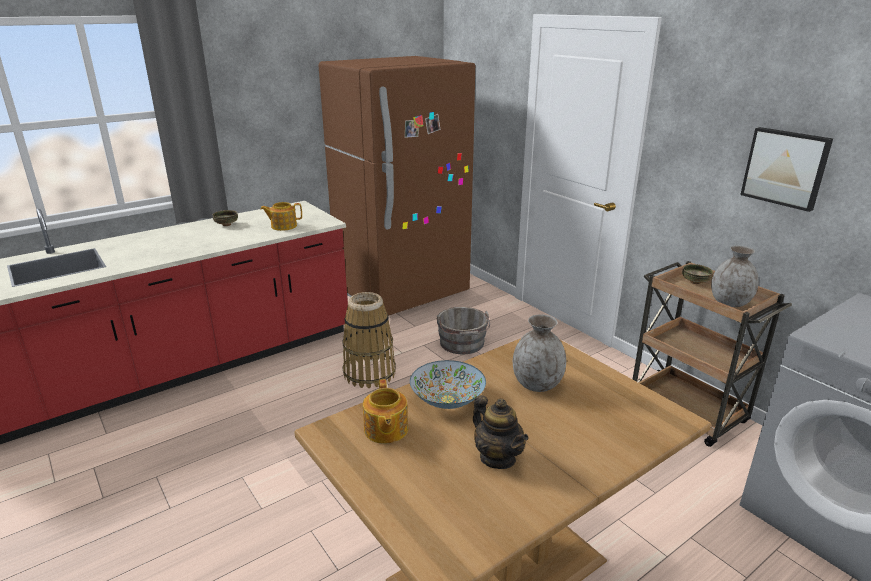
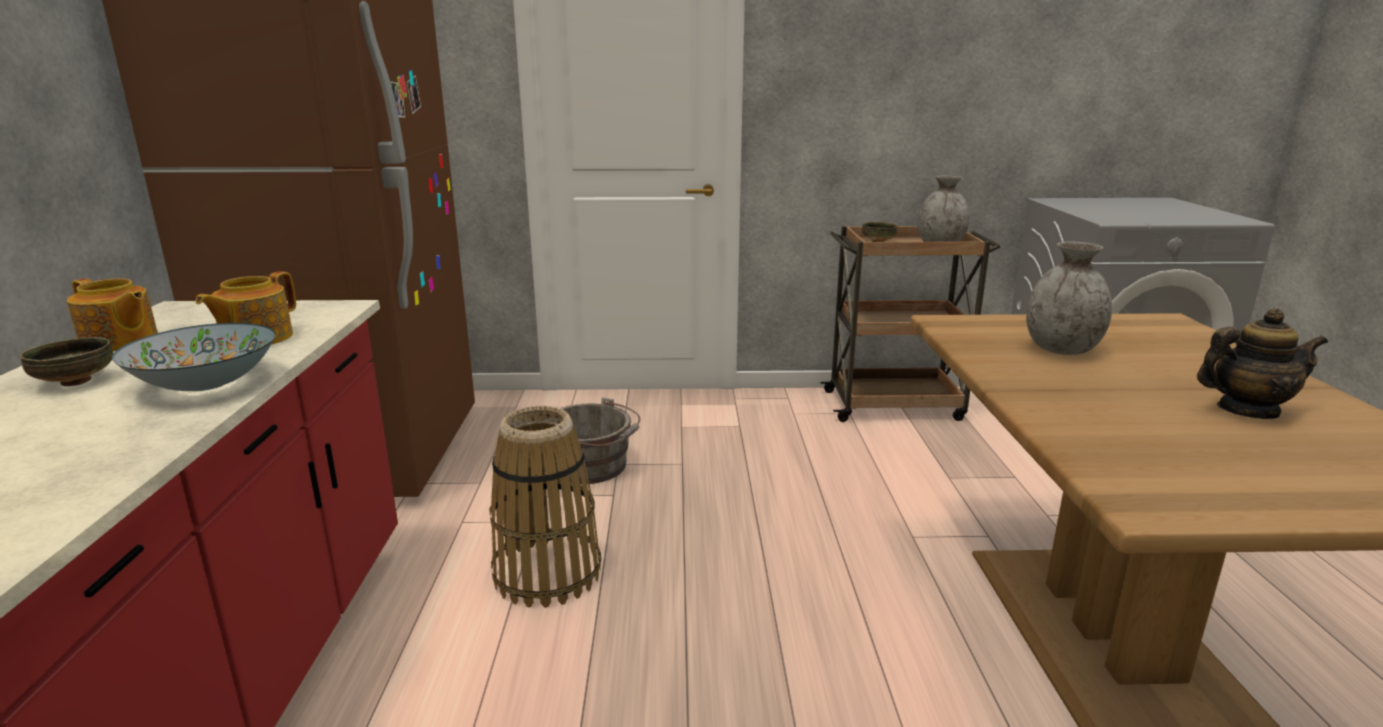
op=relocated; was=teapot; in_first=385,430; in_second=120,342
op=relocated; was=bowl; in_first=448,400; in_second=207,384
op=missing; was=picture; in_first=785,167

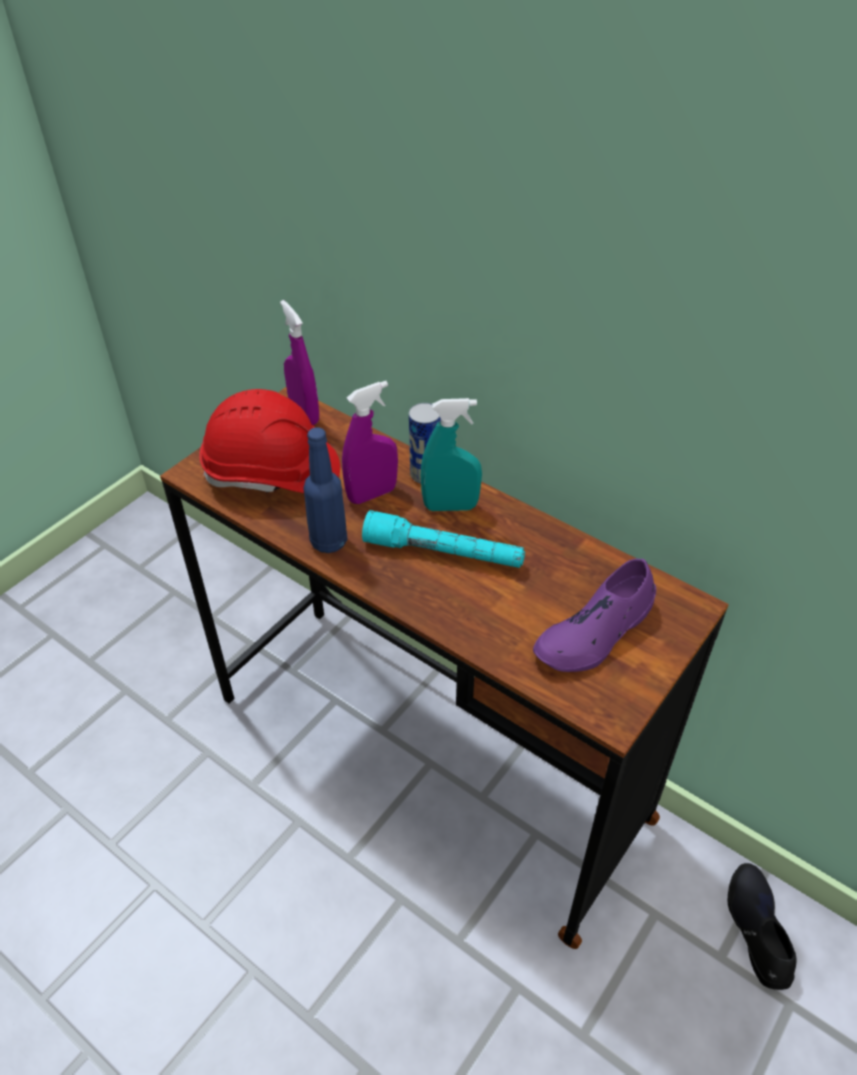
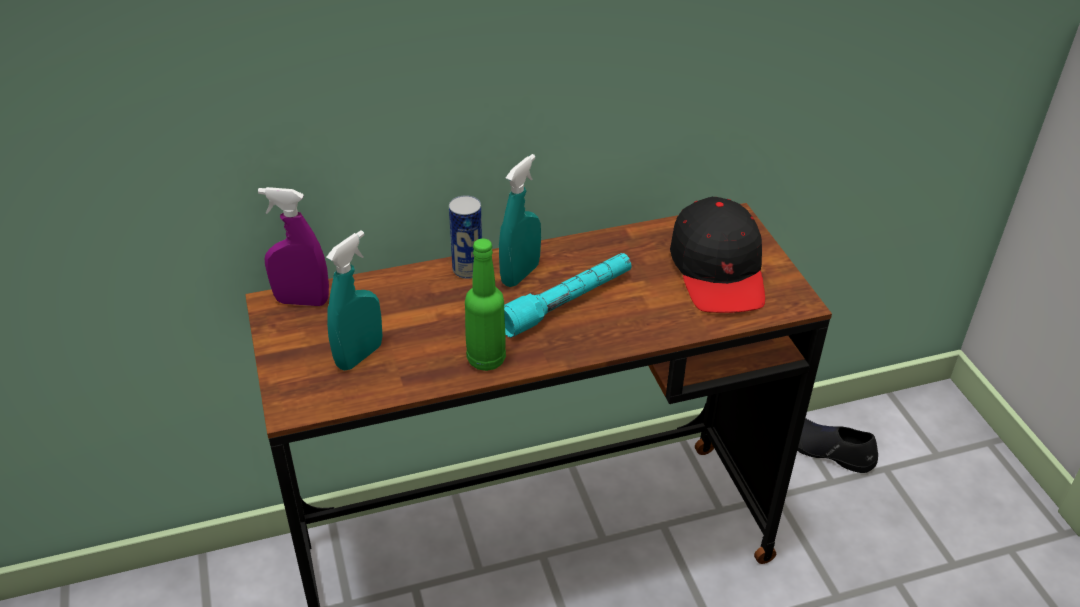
op=exchanged; was=hard hat (red); now=spray bottle (turquoise); in_first=272,474; in_second=359,356
op=colour; was=bottle (blue); now=bottle (green); in_first=328,541; in_second=486,359
op=exchanged; was=shoe (purple); now=cap (black); in_first=595,632; in_second=718,270
op=missing; was=spray bottle (purple); in_first=372,494

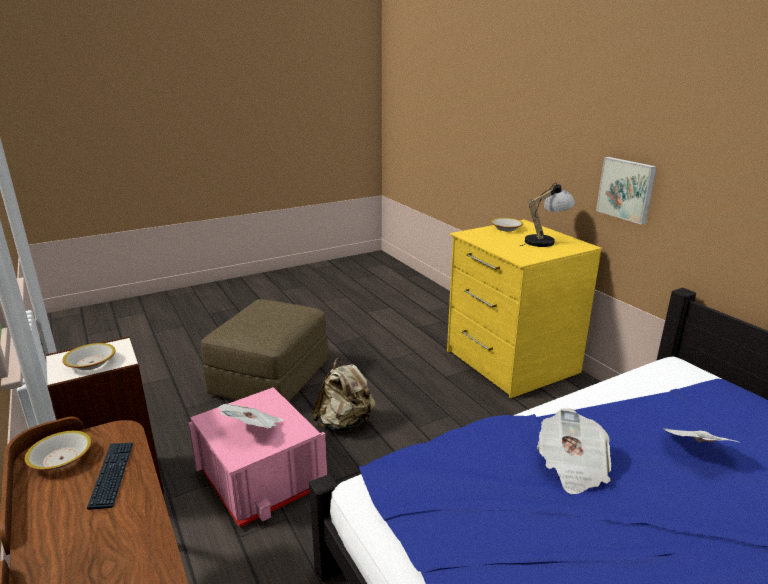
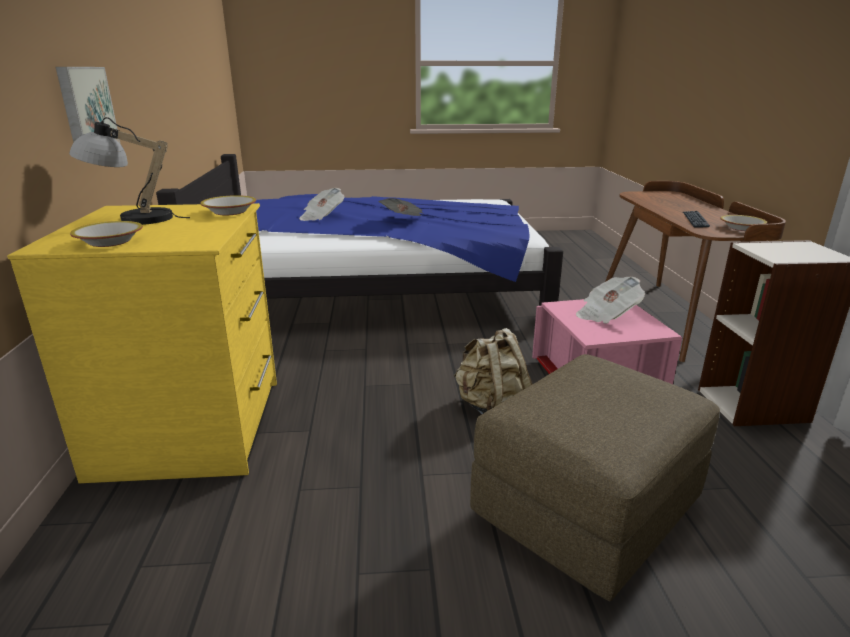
op=relocated; was=bowl; in_first=91,363; in_second=229,212

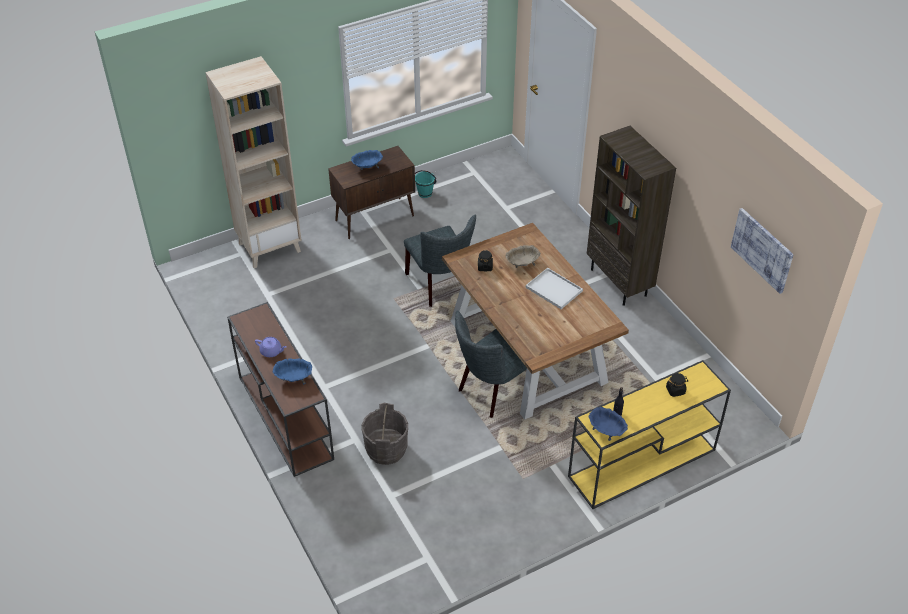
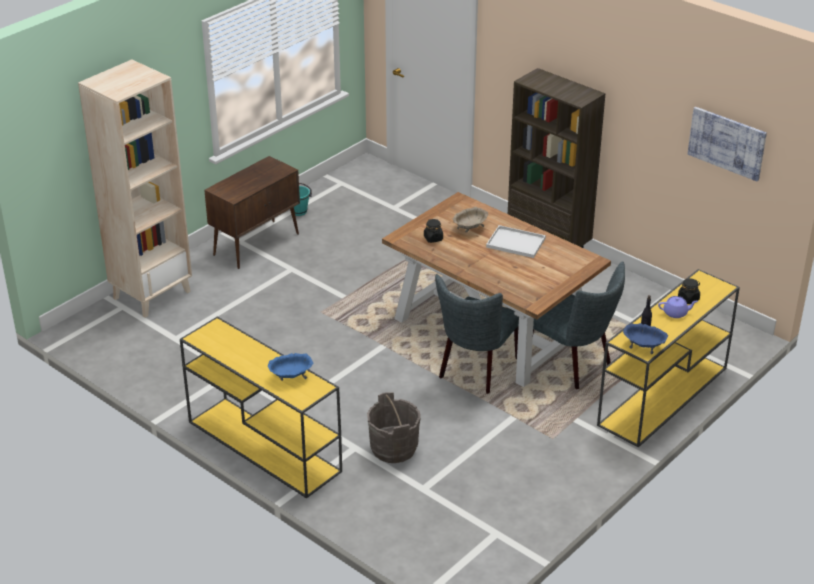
op=colour; was=console table (brown); now=console table (yellow); in_first=284,416; in_second=262,446
op=relocated; was=chair (grey); in_first=441,285; in_second=573,365
op=relocated; was=teapot (purple); in_first=271,351; in_second=676,313
op=missing; was=bowl (blue); in_first=367,167

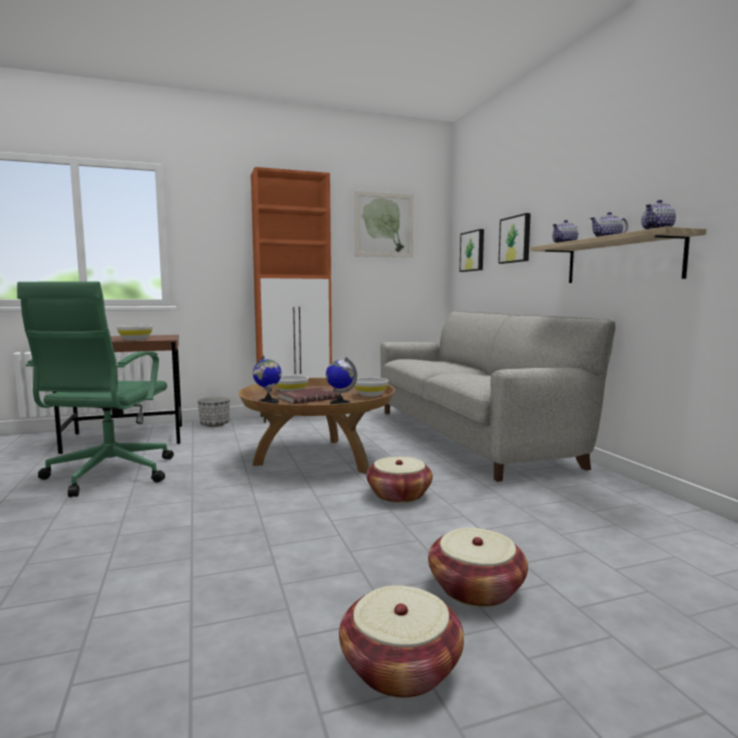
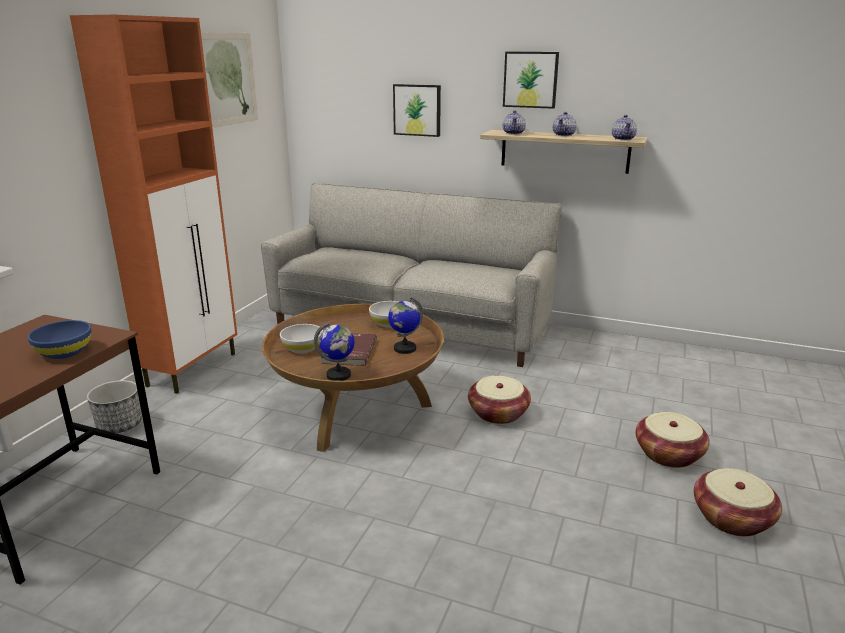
op=colour; was=bowl (white); now=bowl (blue); in_first=135,339; in_second=64,352
op=relocated; was=picture; in_first=473,251; in_second=530,79
op=missing; was=office chair (green); in_first=108,475

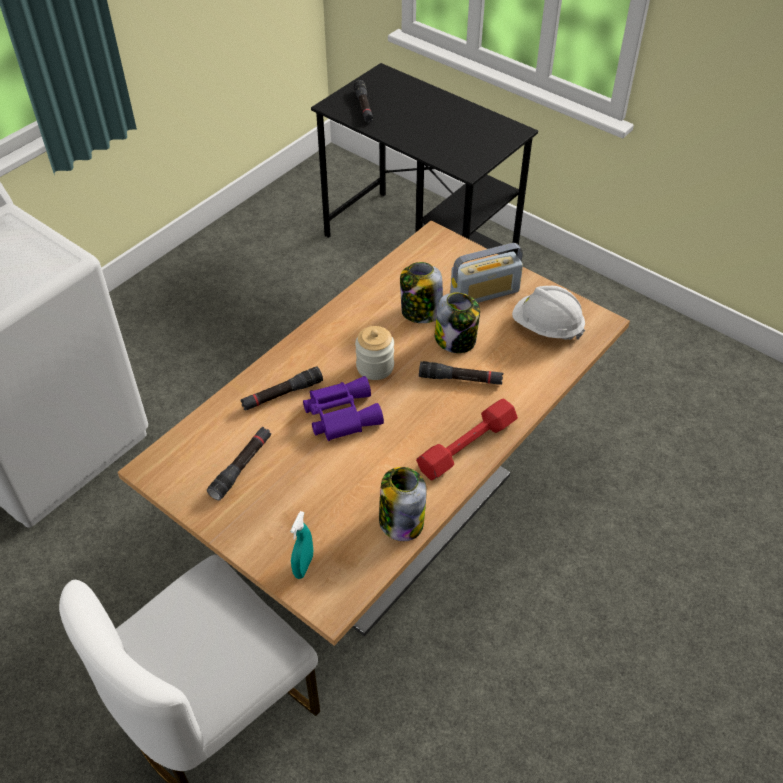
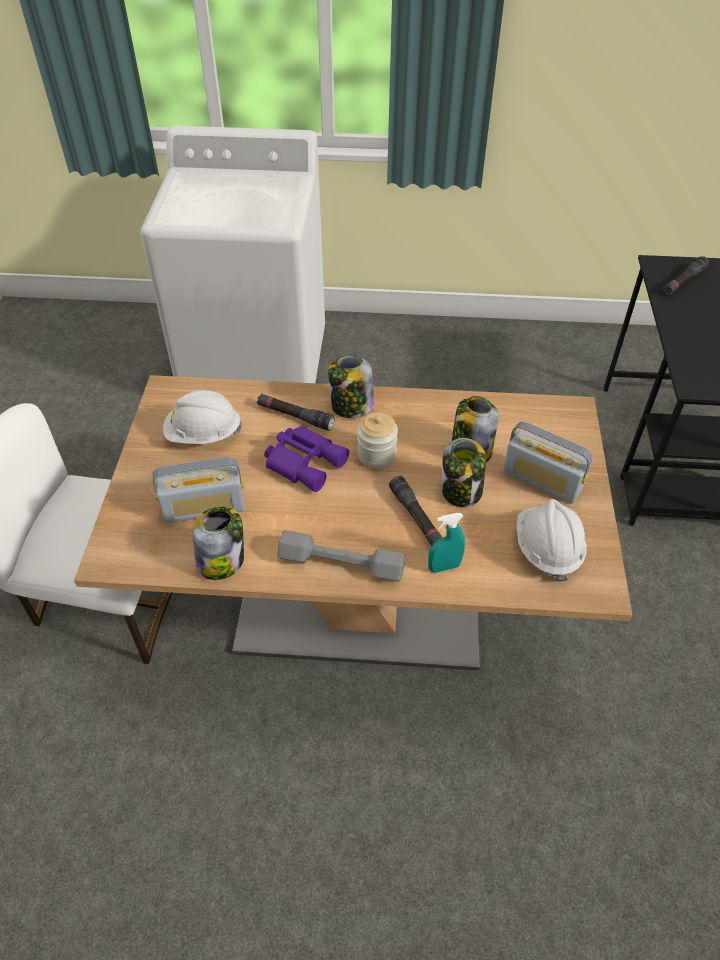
op=appeared; now=radio; in_second=204,508
op=exchanged; was=flashlight (black); now=hard hat (white); in_first=241,467; in_second=203,434
op=colour; was=dumbbell (red); now=dumbbell (grey); in_first=466,445; in_second=341,563
op=appeared; now=jar; in_second=351,407
op=relocated; was=spray bottle (turquoise); in_first=303,566; in_second=444,567

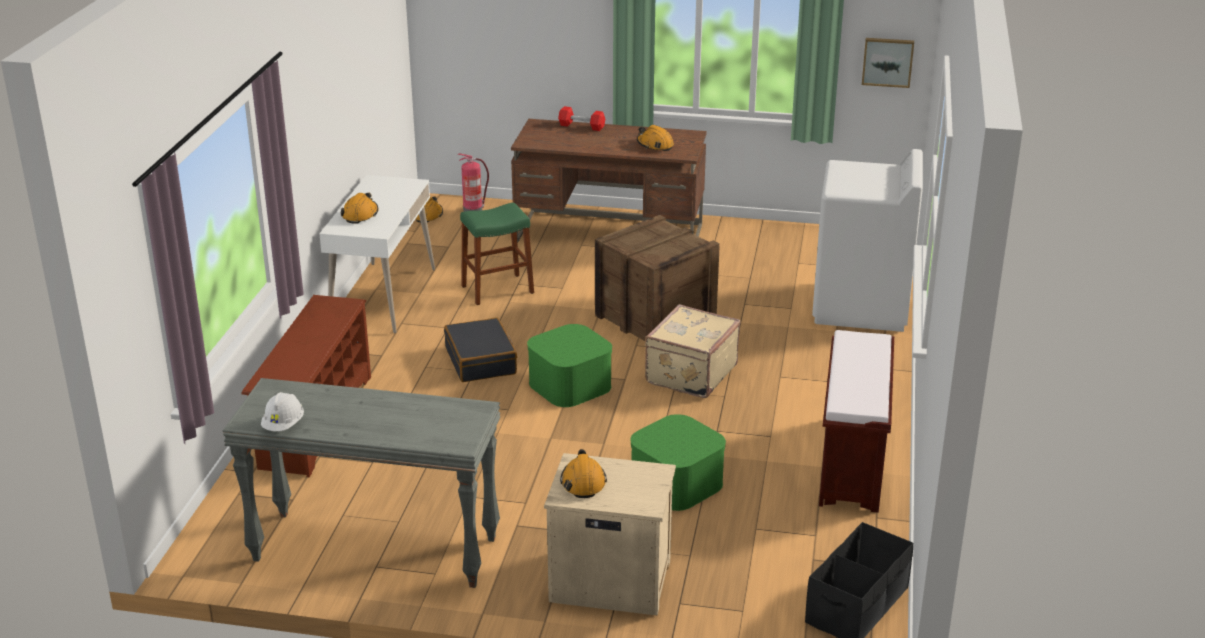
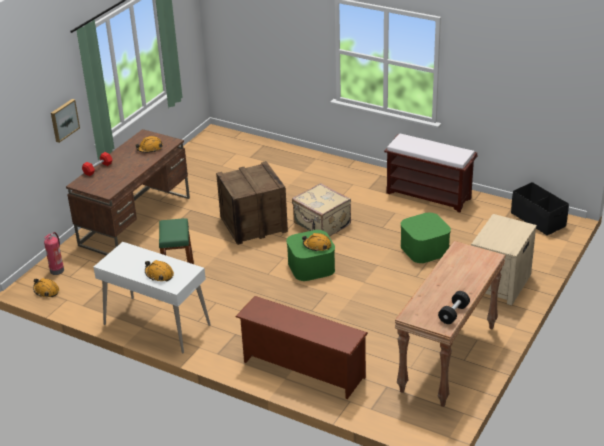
op=relocated; was=picture; in_first=887,61; in_second=64,120
op=relocated; was=hard hat (orange); in_first=583,482; in_second=317,246
op=colour; was=console table (grey); now=console table (brown); in_first=374,550; in_second=449,359
op=exchanged; was=hard hat (white); now=dumbbell (black); in_first=284,425; in_second=453,314
op=missing; was=suitcase (black); in_first=481,361
op=missing; was=washing machine (white); in_first=861,307

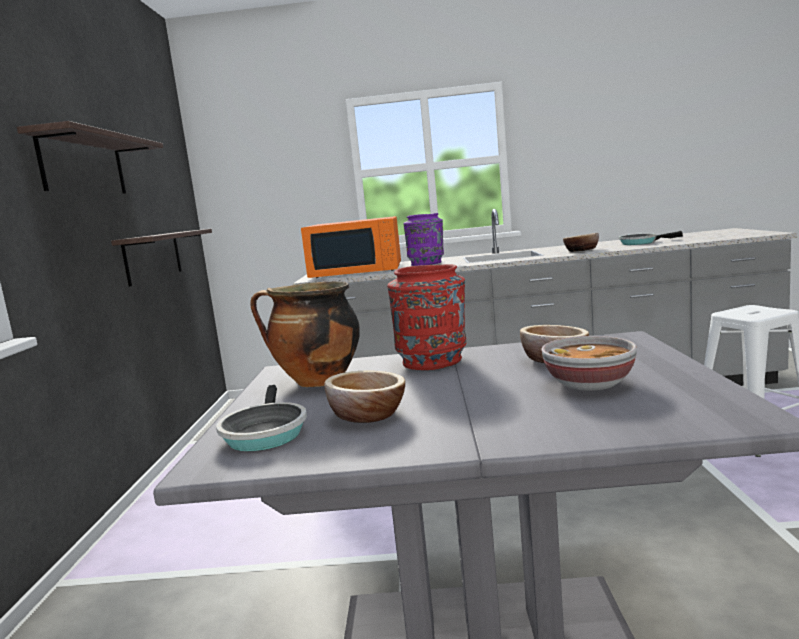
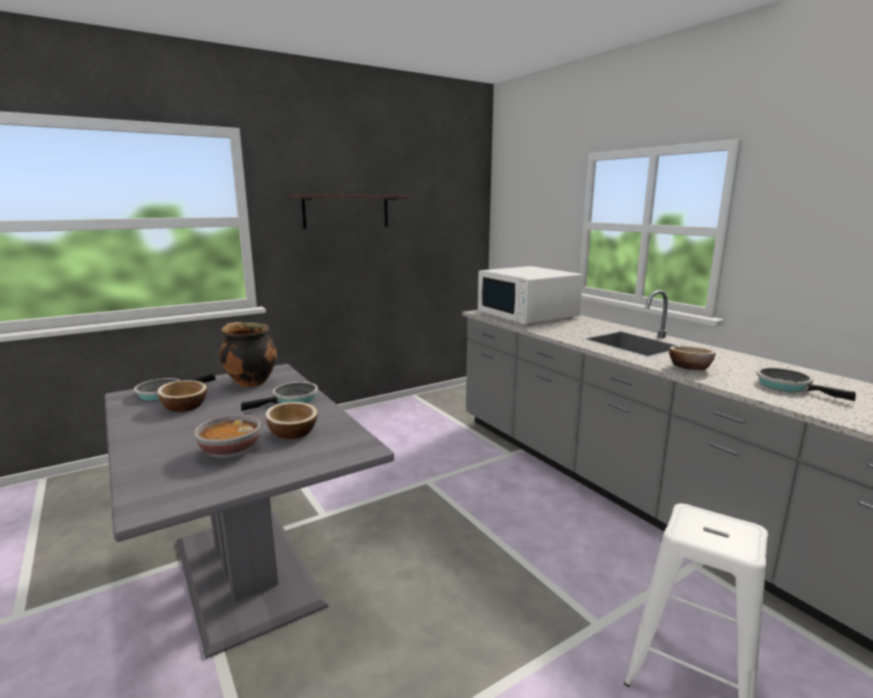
op=exchanged; was=vase (red); now=frying pan; in_first=433,361; in_second=292,400
op=colour; was=microwave (orange); now=microwave (white); in_first=358,270; in_second=527,315
op=missing; was=shelf; in_first=153,257
op=missing; was=vase (purple); in_first=427,263

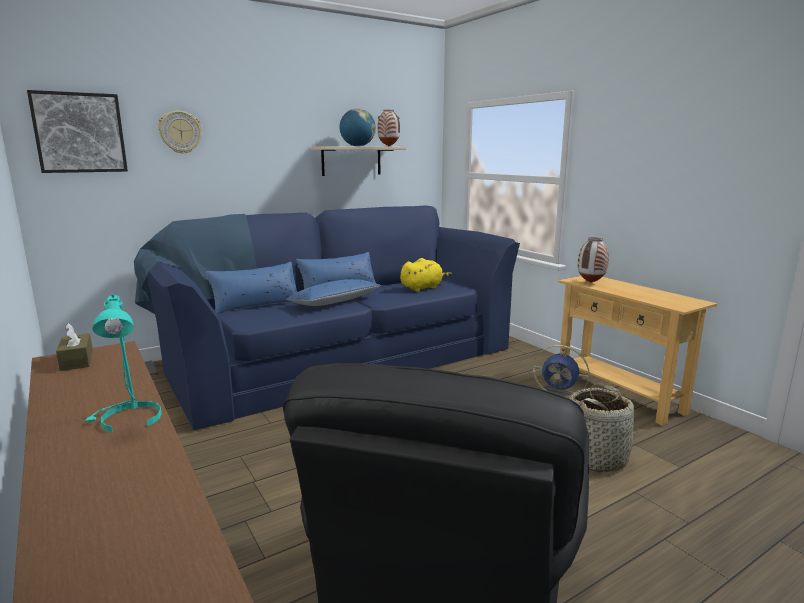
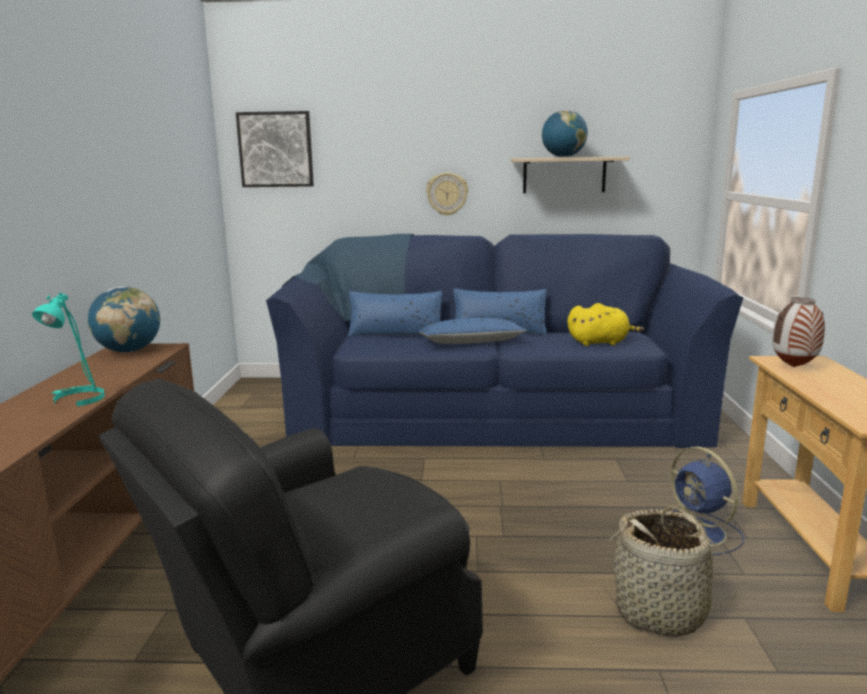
op=exchanged; was=tissue box (brown); now=globe; in_first=77,361; in_second=129,351
op=relocated; was=wall clock; in_first=180,132; in_second=447,194
op=missing; was=vase; in_first=389,146

